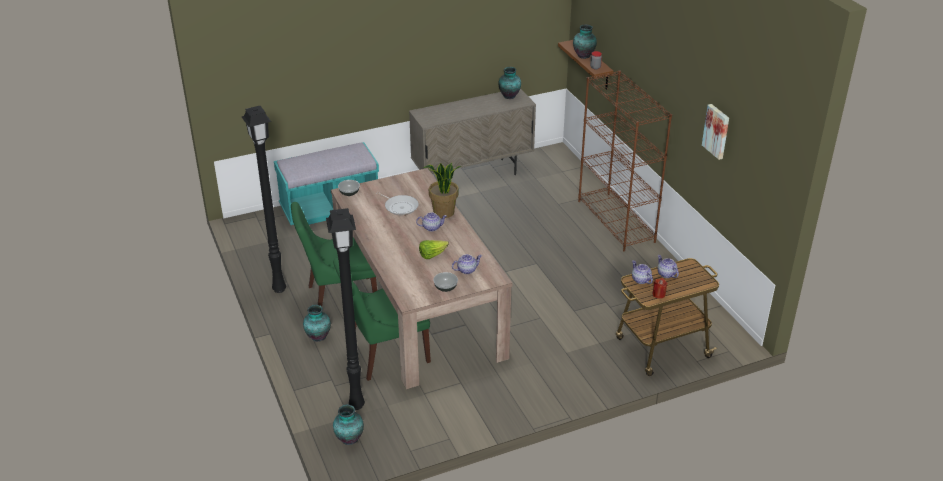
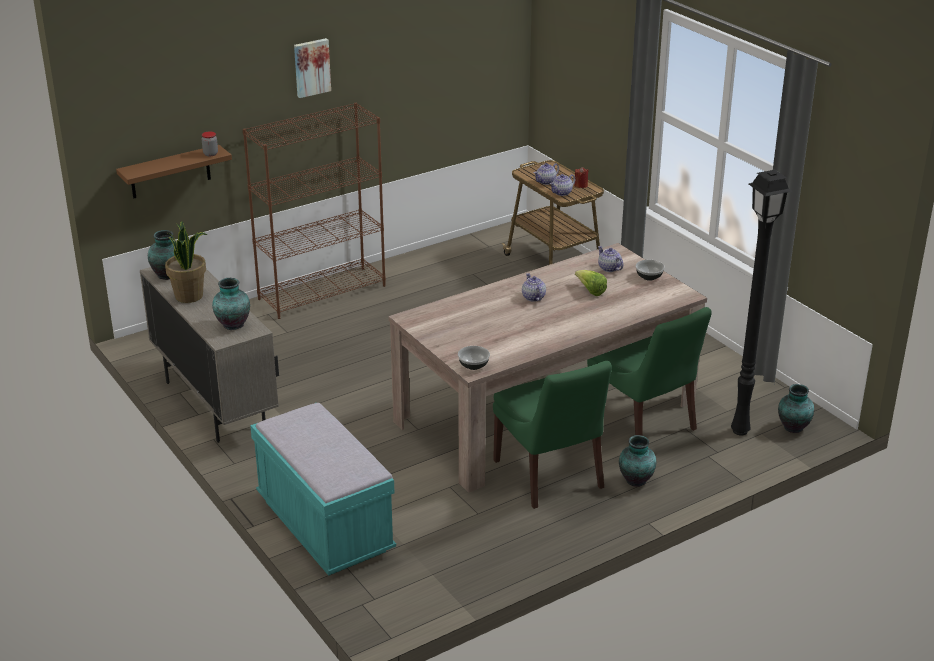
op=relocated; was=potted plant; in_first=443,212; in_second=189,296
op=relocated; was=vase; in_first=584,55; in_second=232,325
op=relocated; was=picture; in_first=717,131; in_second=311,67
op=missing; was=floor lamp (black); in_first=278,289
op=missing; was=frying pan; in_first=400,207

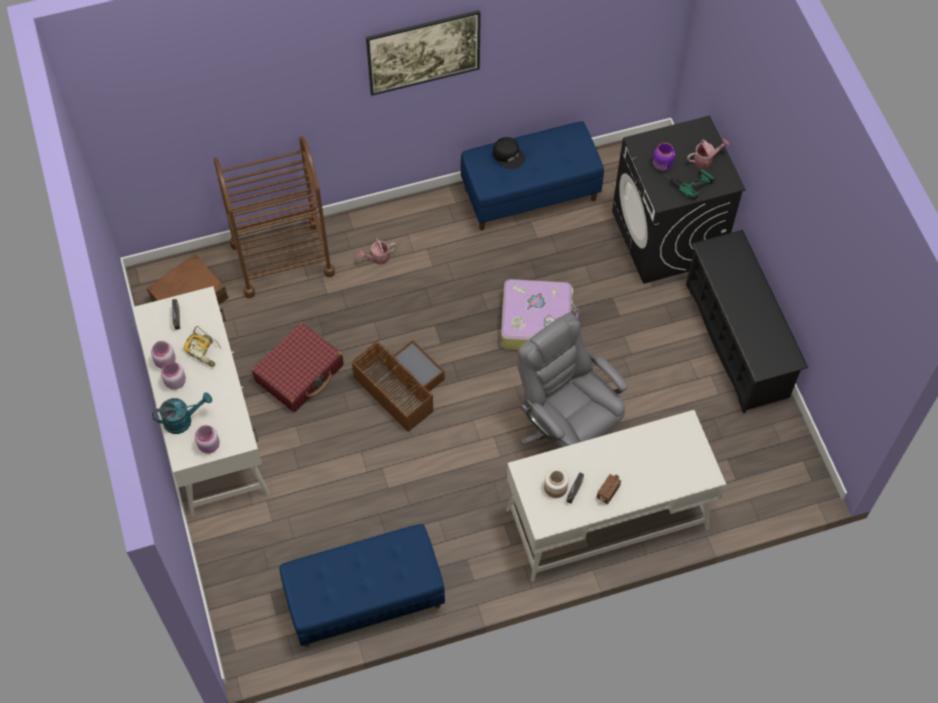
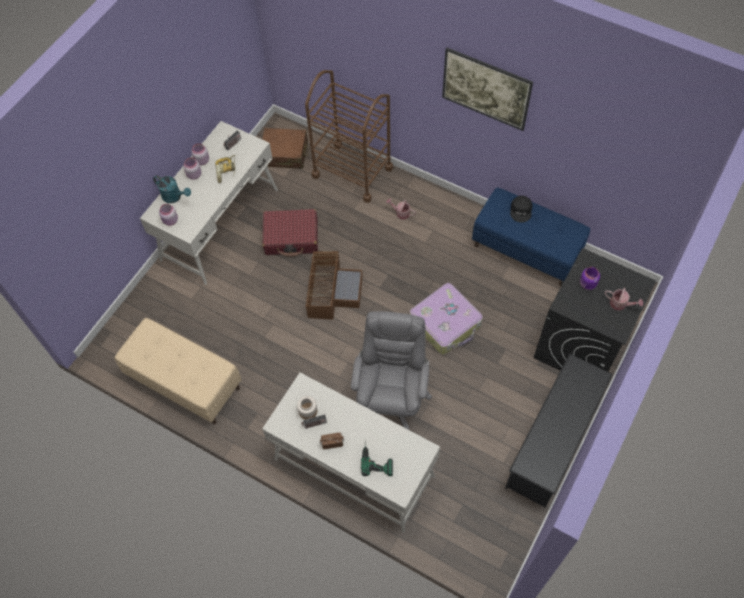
op=colour; was=bench (blue); now=bench (beige); in_first=364,600; in_second=184,382
op=relocated; was=power drill; in_first=688,181; in_second=376,459

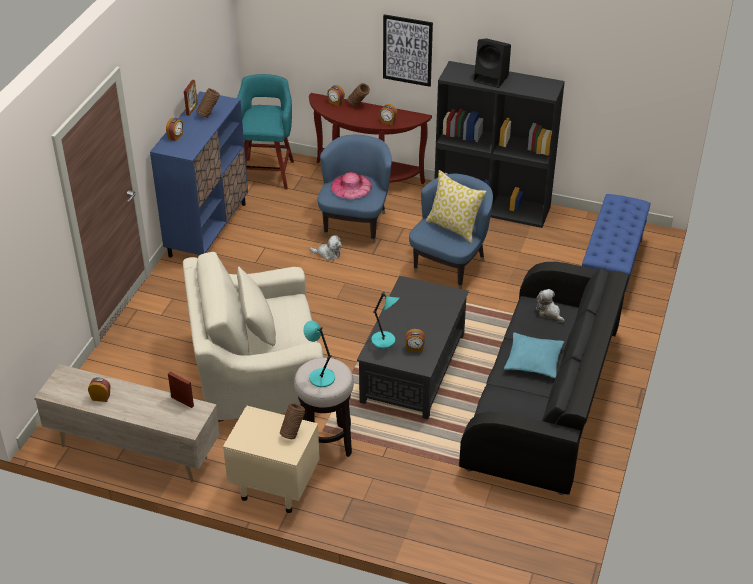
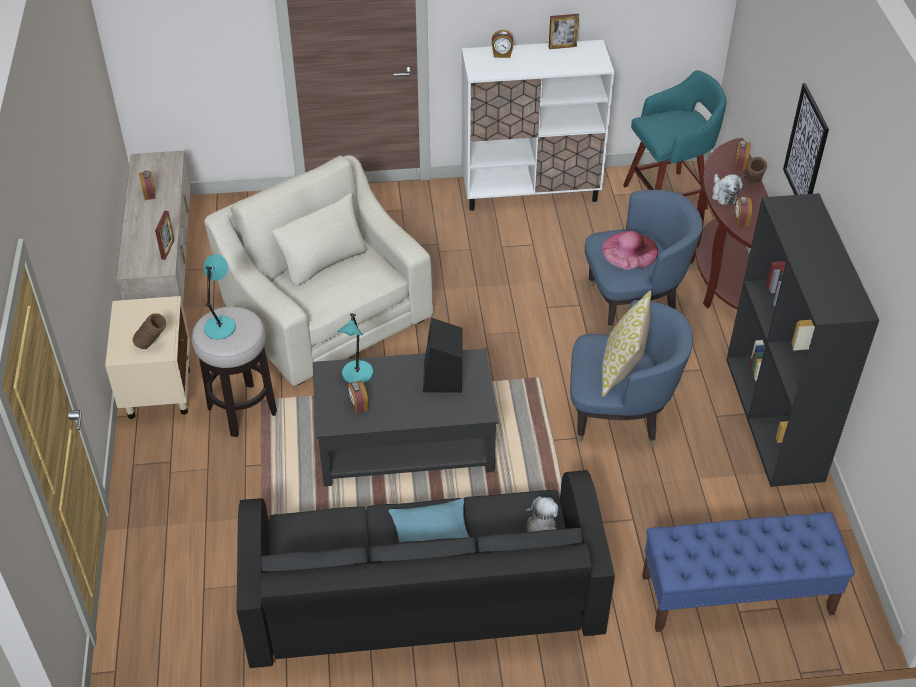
op=relocated; was=speaker (black); in_first=492,78; in_second=443,379
op=colour; was=cabinet (blue); now=cabinet (white); in_first=208,229; in_second=531,191
op=relocated; was=plush toy; in_first=328,254; in_second=724,194
op=missing; was=vase (brown); in_first=209,115

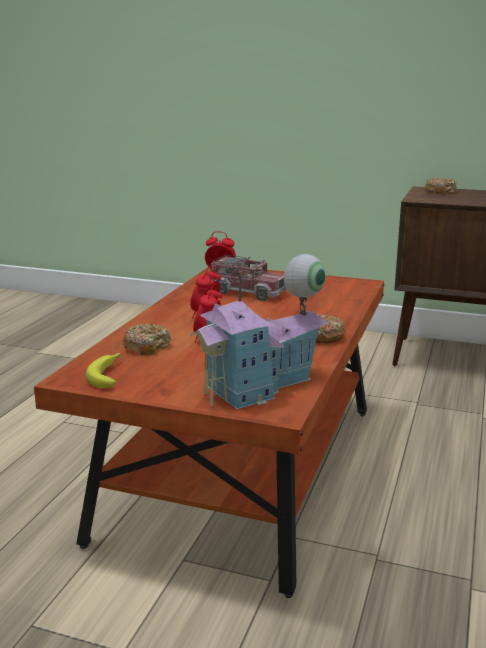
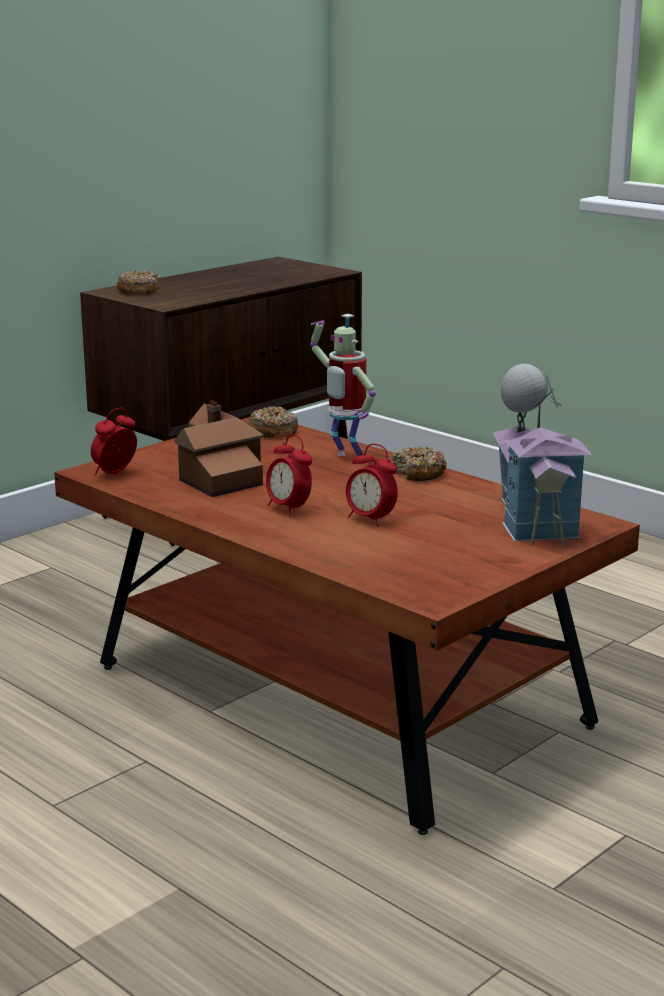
op=exchanged; was=toy truck; now=toy house; in_first=248,292; in_second=218,475
op=relocated; was=donut; in_first=146,347; in_second=272,431
op=appeared; now=toy robot; in_second=345,458
op=missing; was=banana; in_first=109,375

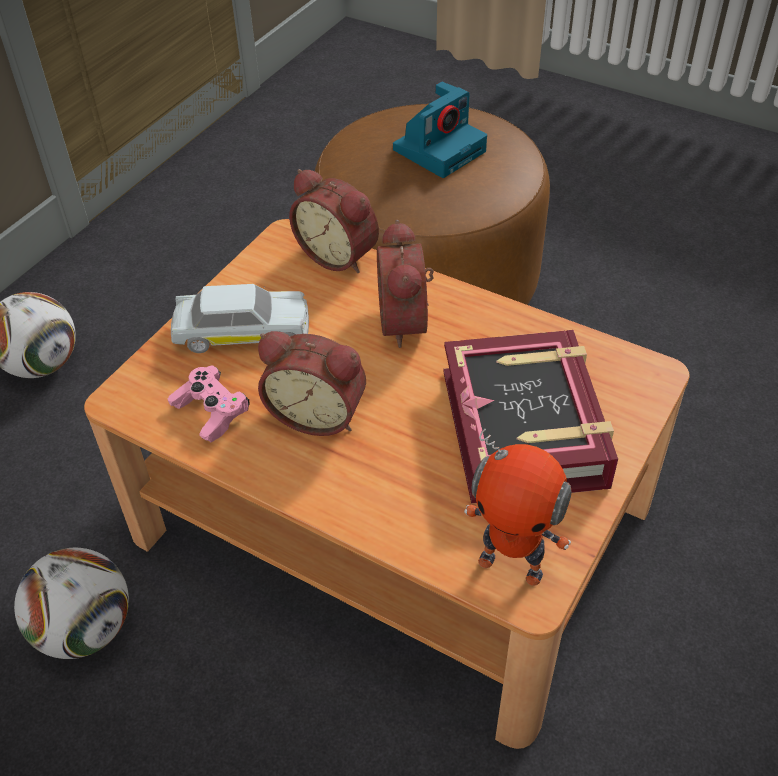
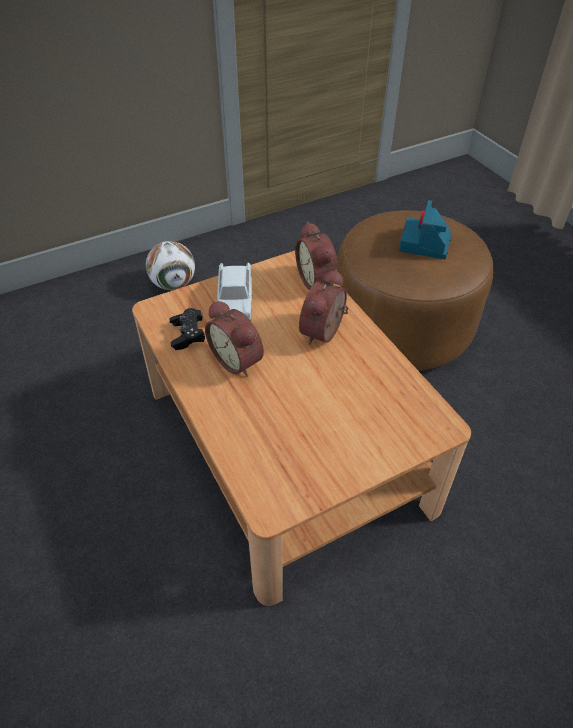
op=colour; was=game controller (pink); now=game controller (black); in_first=211,412; in_second=188,335
op=spun; was=toy car (white); in_first=242,332; in_second=235,300; clockwise=60
op=spun; was=photo camera; in_first=440,149; in_second=425,244; clockwise=120
op=missing; was=football; in_first=86,629
op=missing; was=book; in_first=525,428
op=missing; was=toy robot; in_first=512,564

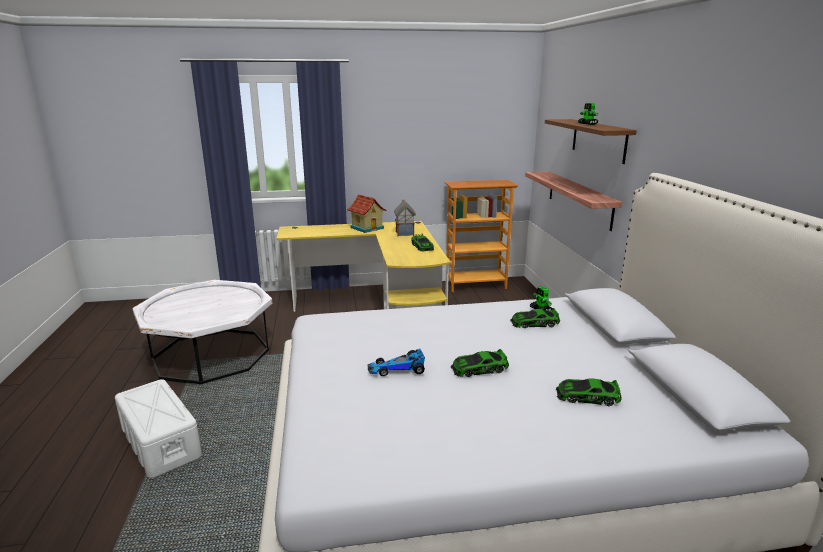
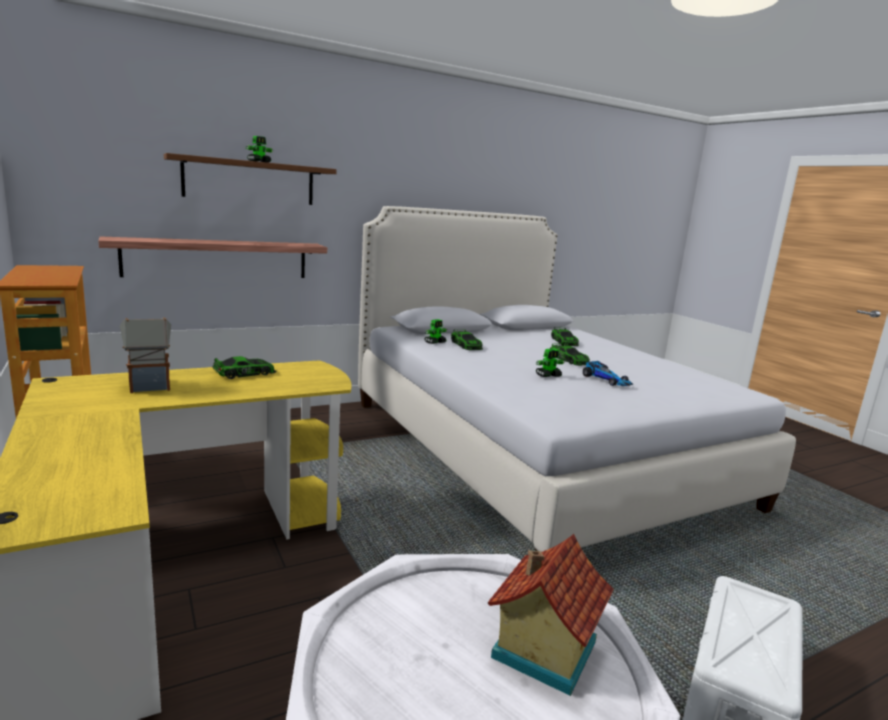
op=relocated; was=toy house; in_first=367,228; in_second=541,649
op=appeared; now=toy robot; in_second=548,375

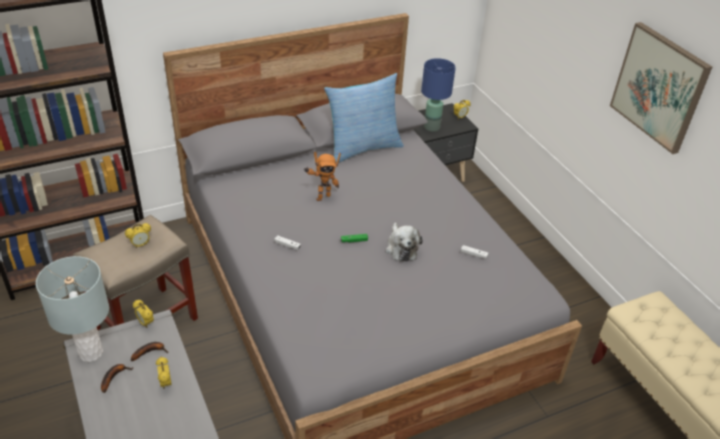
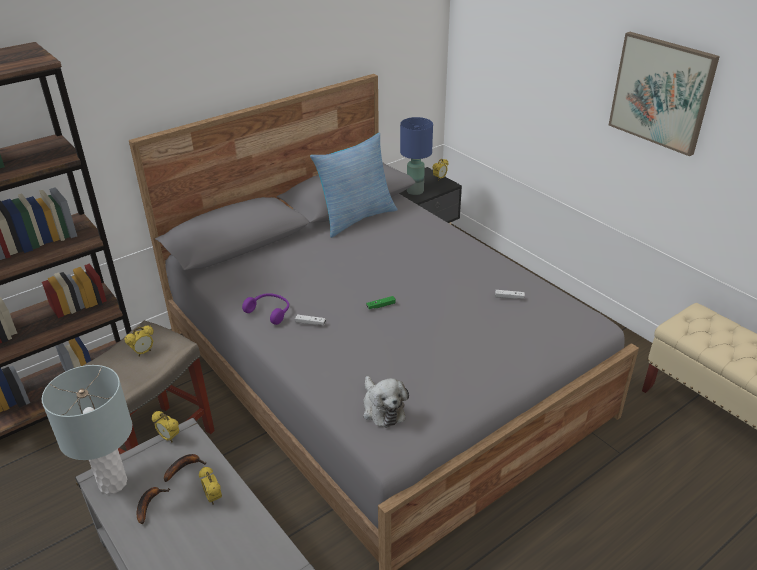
op=appeared; now=headphones (purple); in_second=270,312
op=relocated; was=plush toy; in_first=401,248; in_second=382,408
op=missing; was=toy robot; in_first=322,196

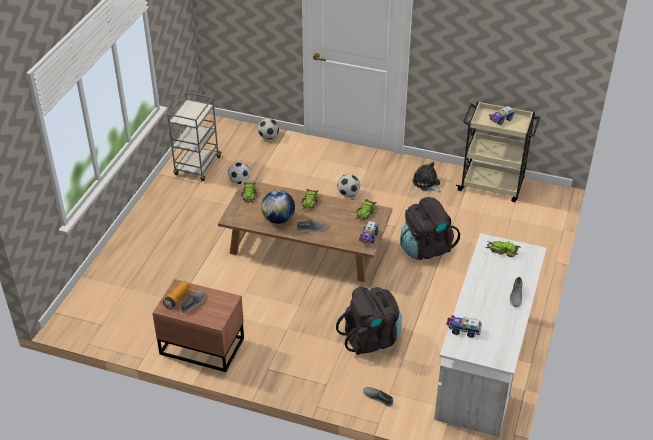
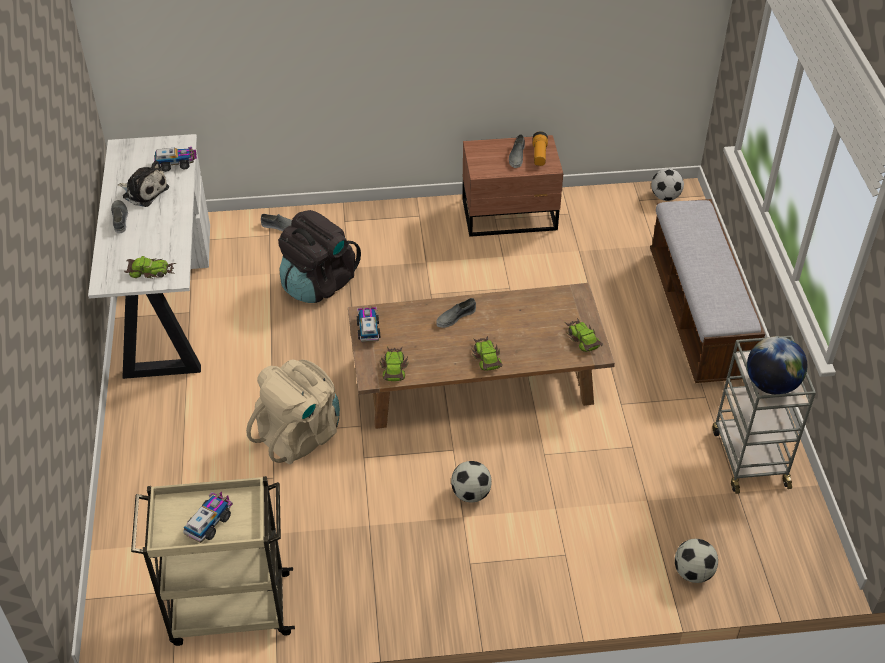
op=relocated; was=plush toy; in_first=427,183; in_second=144,191
op=colour; was=backpack (black); now=backpack (beige); in_first=426,248; in_second=300,435
op=appeared; now=bench; in_second=697,315
op=relocated; was=football; in_first=239,181; in_second=665,197
op=relocated; was=globe; in_first=278,219; in_second=771,384

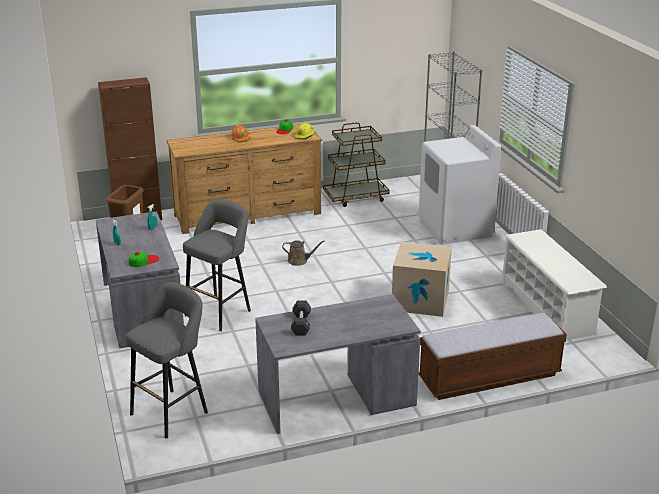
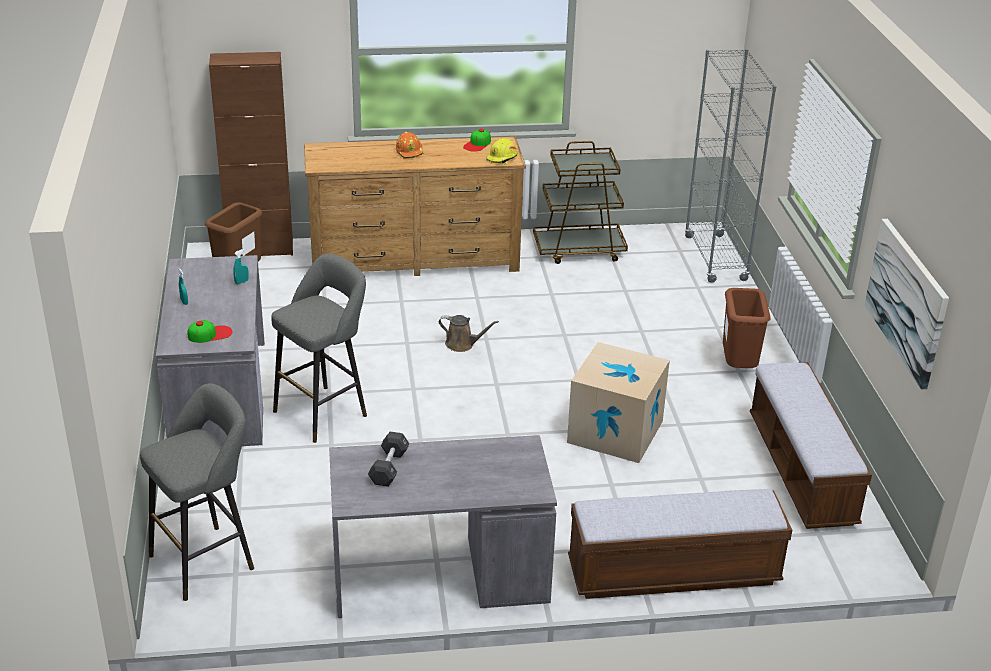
op=appeared; now=trash can (brown); in_second=739,367
op=exchanged; was=shoe rack (white); now=bench; in_first=547,308; in_second=801,471
op=appeared; now=picture; in_second=907,301
op=missing; was=washing machine (white); in_first=455,229

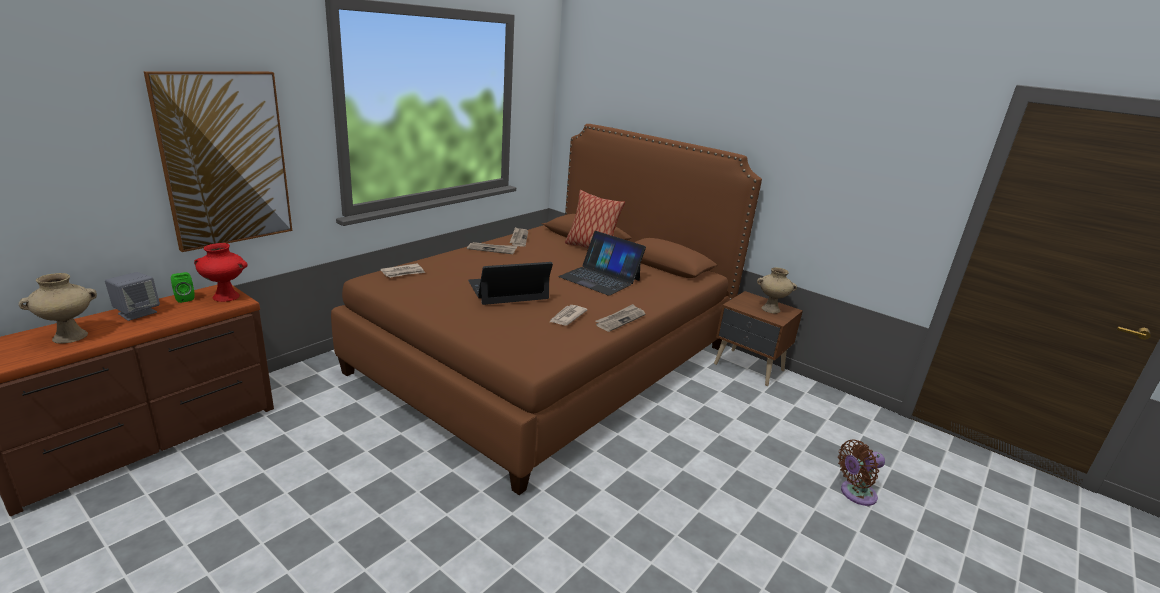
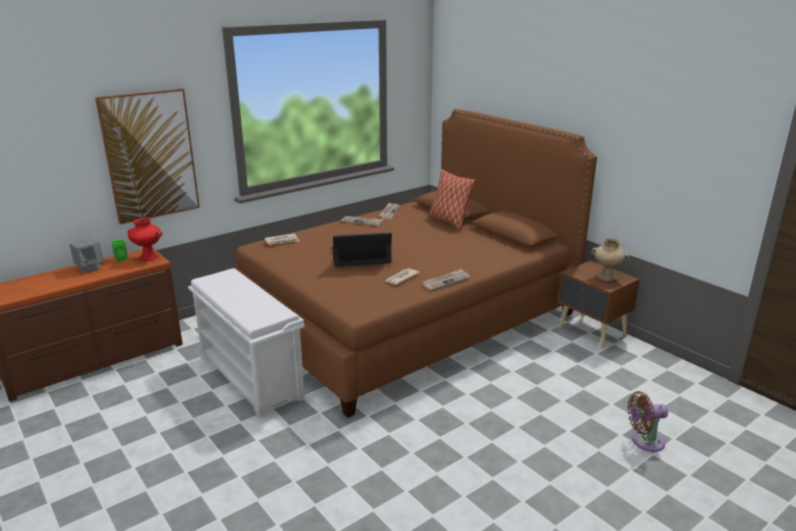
op=appeared; now=bench (white); in_second=251,377
op=missing; was=vase (beige); in_first=71,336
op=missing; was=laptop; in_first=600,278

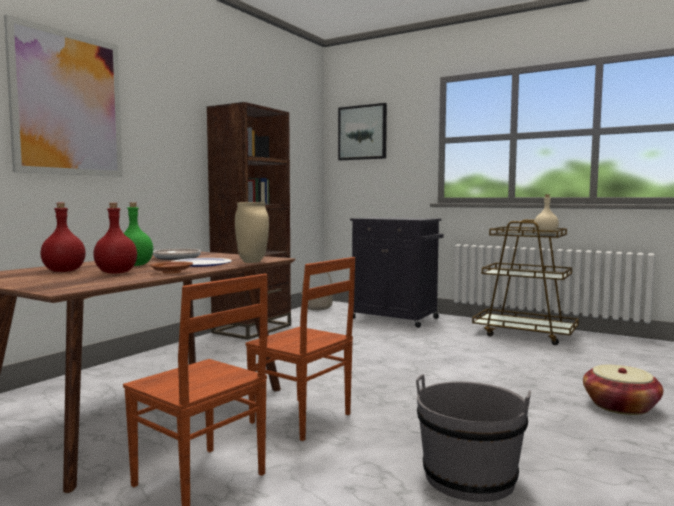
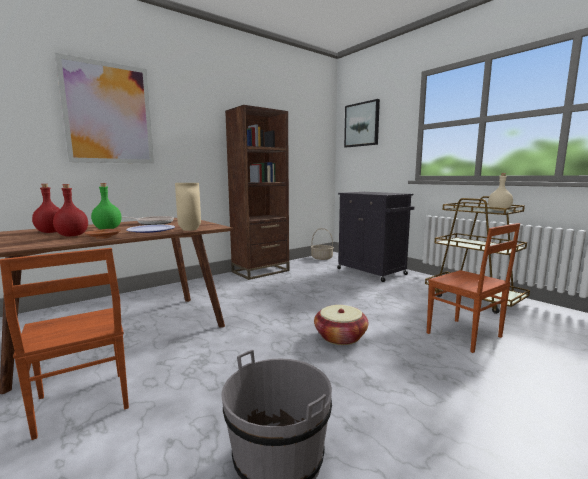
op=relocated; was=basket; in_first=620,406; in_second=340,337
op=relocated; was=chair (brown); in_first=301,419; in_second=464,335

